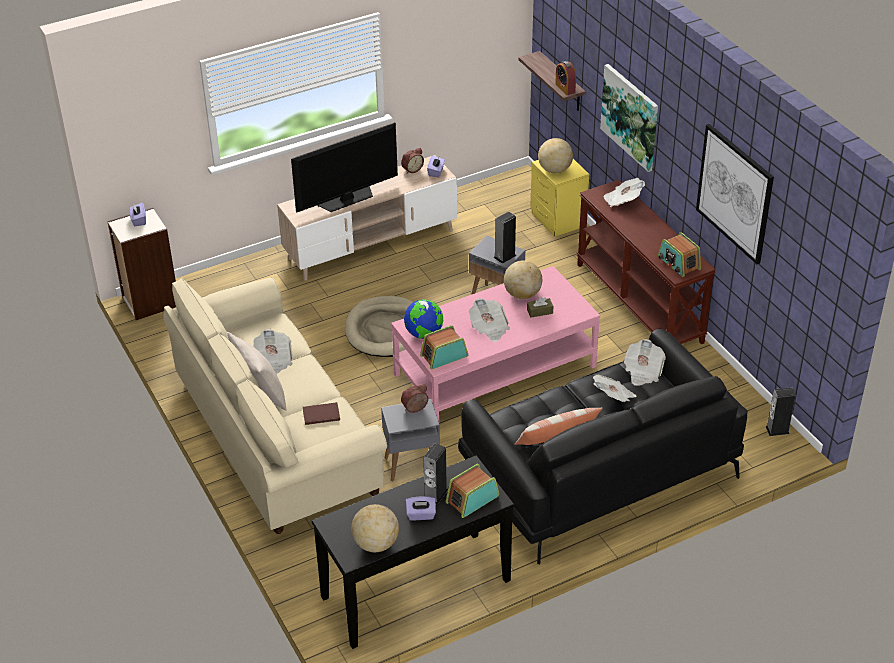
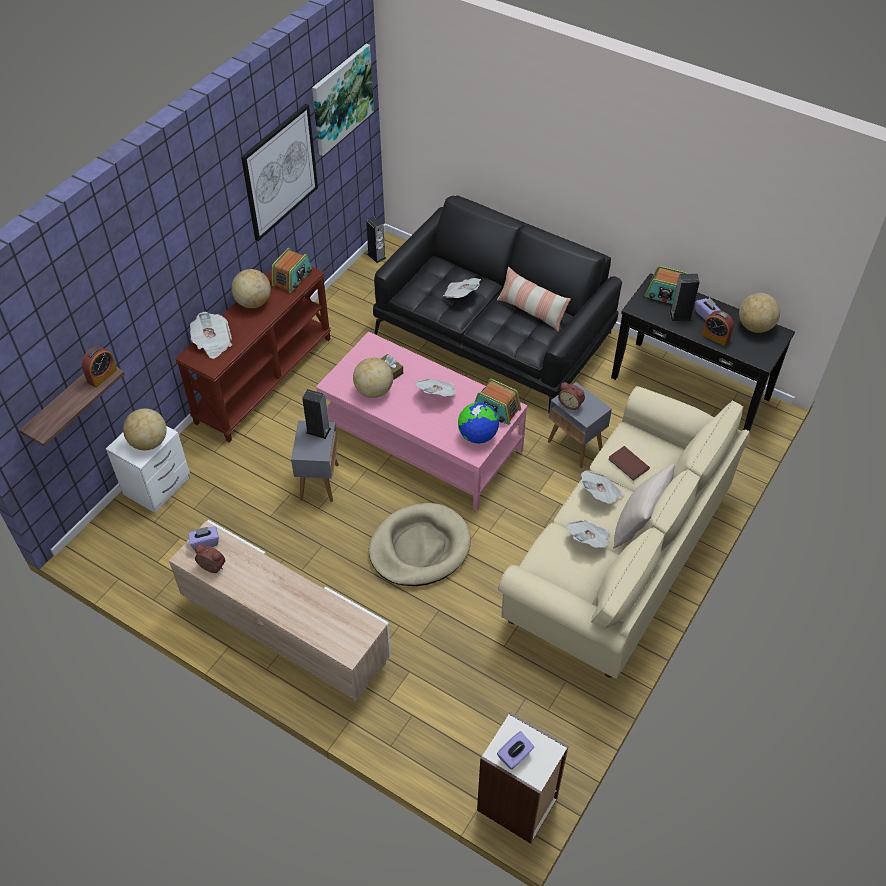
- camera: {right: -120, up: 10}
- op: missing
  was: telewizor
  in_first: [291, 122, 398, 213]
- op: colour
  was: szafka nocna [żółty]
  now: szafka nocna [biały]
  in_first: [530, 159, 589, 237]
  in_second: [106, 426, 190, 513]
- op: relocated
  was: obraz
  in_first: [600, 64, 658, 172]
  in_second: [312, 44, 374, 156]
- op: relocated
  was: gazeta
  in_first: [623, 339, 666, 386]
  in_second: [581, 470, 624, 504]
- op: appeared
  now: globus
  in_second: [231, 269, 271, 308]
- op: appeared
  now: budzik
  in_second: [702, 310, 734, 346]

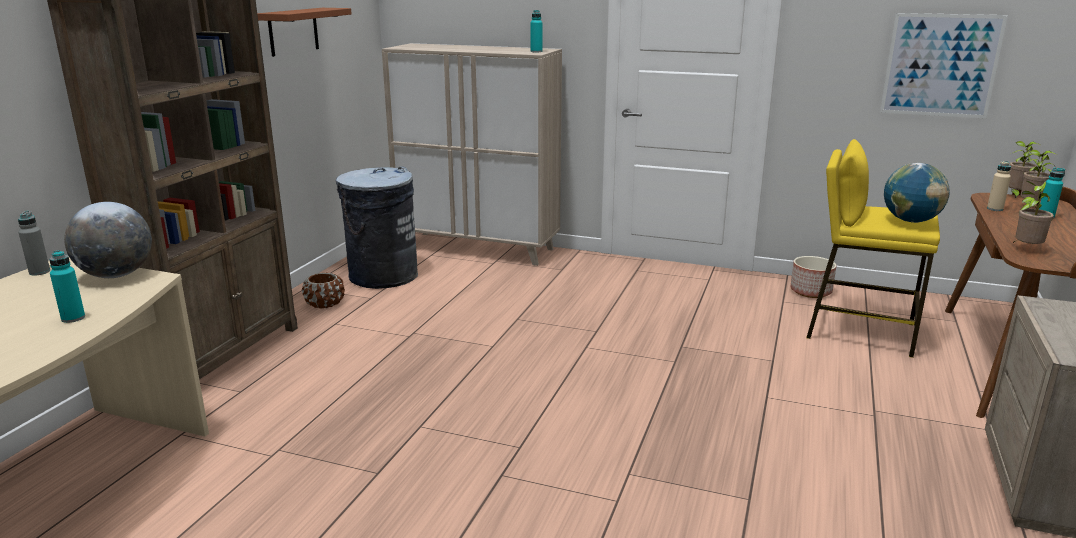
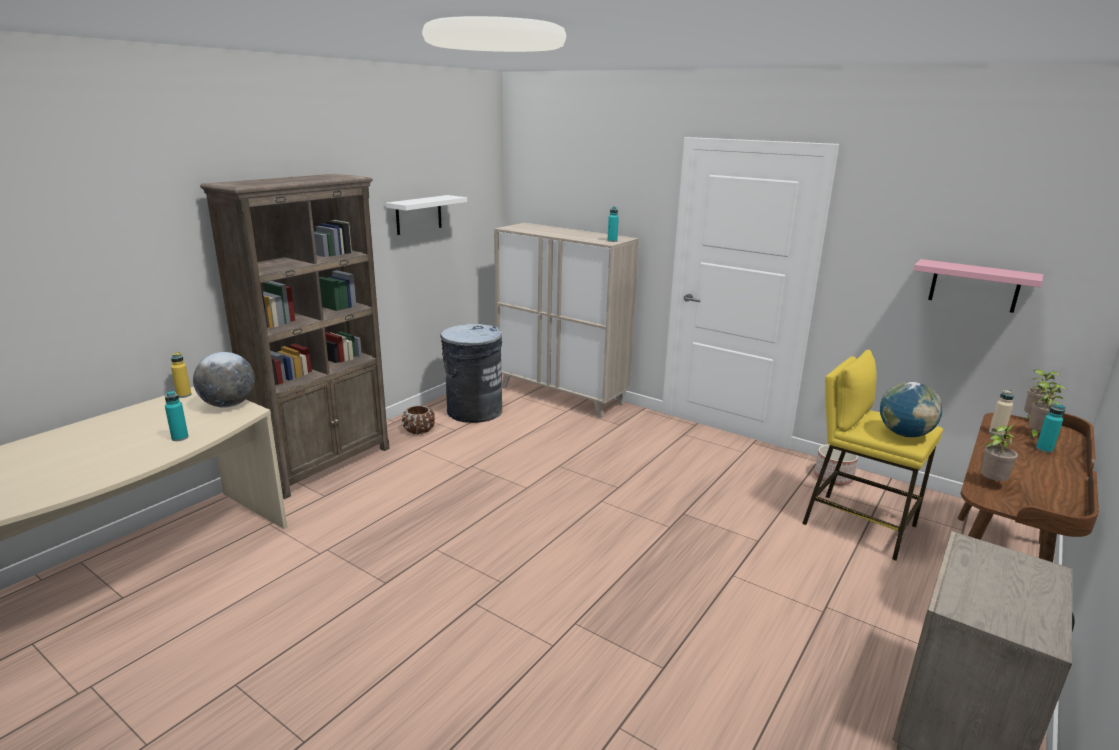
- camera: {right: 15, up: 0}
- op: colour
  was: butelka [szary]
  now: butelka [żółty]
  in_first: [18, 211, 50, 275]
  in_second: [171, 352, 191, 398]
- op: colour
  was: półka [brązowy]
  now: półka [biały]
  in_first: [257, 8, 352, 57]
  in_second: [386, 195, 467, 235]
- op: exchanged
  was: obraz
  now: półka [różowy]
  in_first: [880, 13, 1008, 119]
  in_second: [913, 259, 1044, 313]

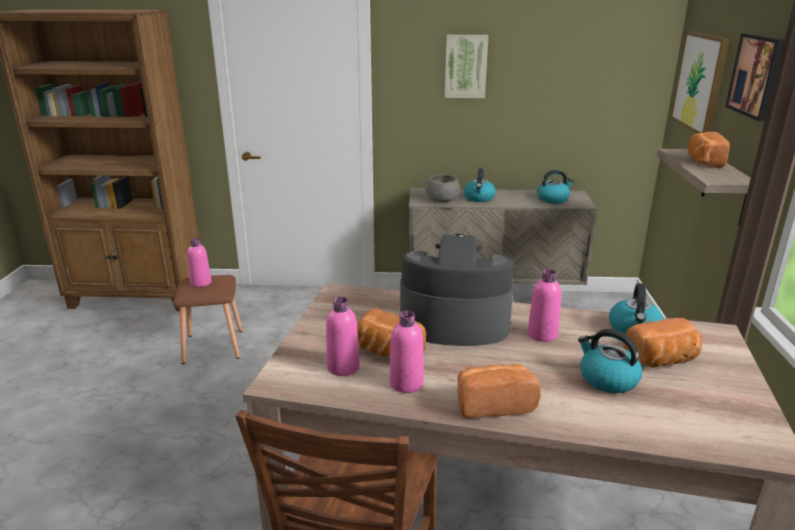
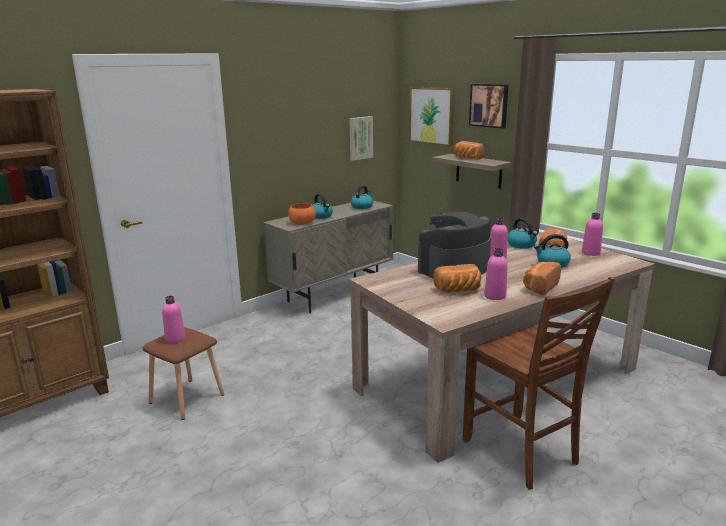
- camera: {right: -45, up: -5}
- op: relocated
  was: butelka [różowy]
  in_first: [326, 297, 360, 376]
  in_second: [582, 213, 603, 256]
- op: colour
  was: miska [szary]
  now: miska [pomarańczowy]
  in_first: [425, 175, 460, 202]
  in_second: [288, 203, 316, 224]
- op: relocated
  was: obraz
  in_first: [445, 35, 488, 98]
  in_second: [349, 116, 373, 161]

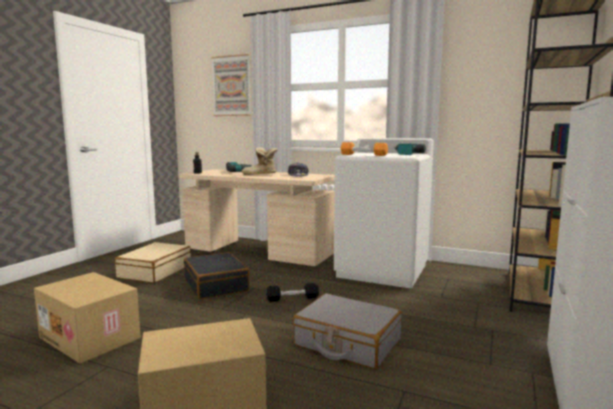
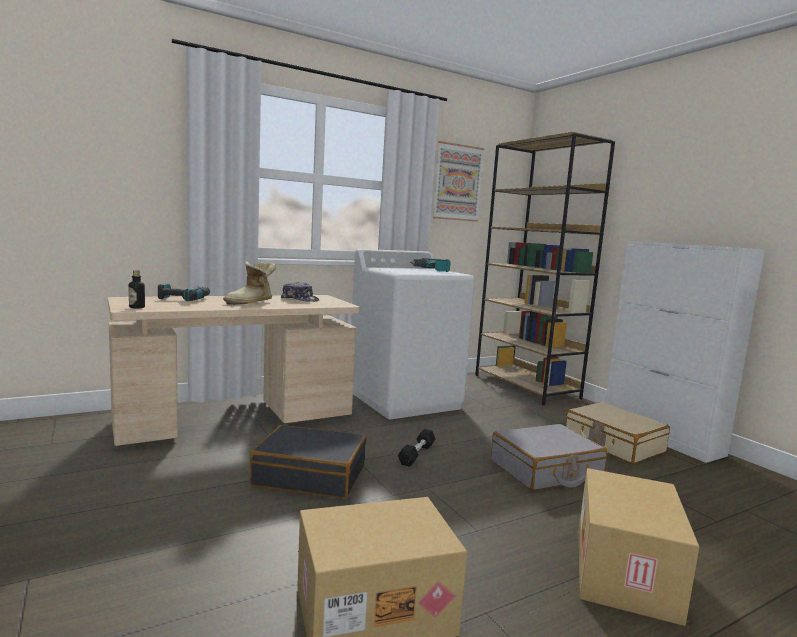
- camera: {right: -55, up: 0}
- op: relocated
  was: walizka [beżowy]
  in_first: [115, 242, 191, 283]
  in_second: [565, 402, 670, 464]
- op: relocated
  was: obraz
  in_first: [211, 54, 251, 116]
  in_second: [433, 141, 485, 222]
- op: missing
  was: hantel [pomarańczowy]
  in_first: [341, 142, 388, 156]

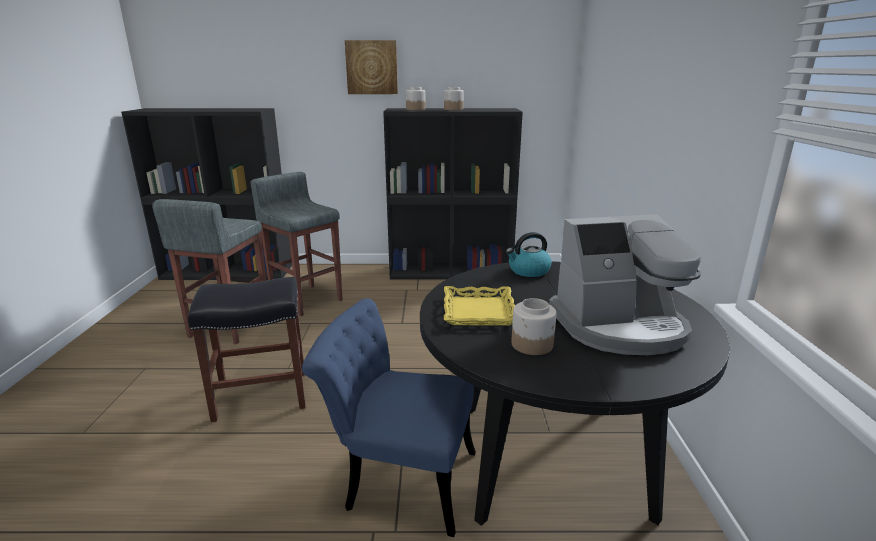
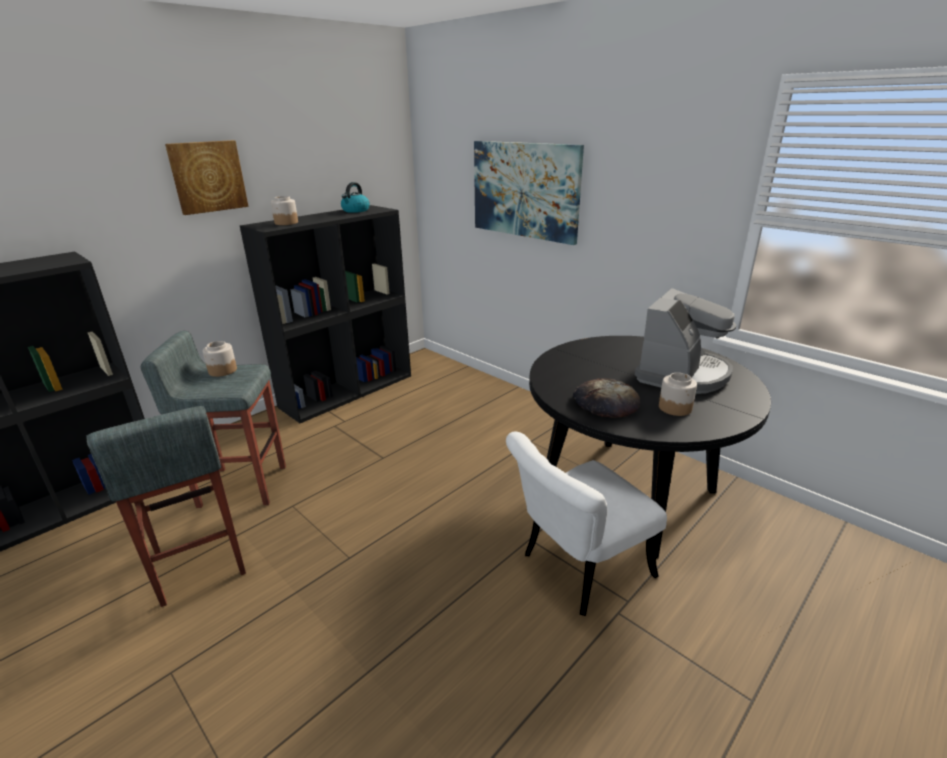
- camera: {right: -45, up: 5}
- op: missing
  was: stołek [czarny]
  in_first: [188, 277, 306, 422]
- op: colour
  was: krzesło [niebieski]
  now: krzesło [biały]
  in_first: [302, 298, 476, 537]
  in_second: [506, 431, 667, 616]
- op: relocated
  was: słoik
  in_first: [444, 87, 464, 110]
  in_second: [203, 341, 237, 377]
- op: exchanged
  was: taca [żółty]
  now: chleb
  in_first: [444, 286, 515, 326]
  in_second: [573, 378, 640, 418]
- op: relocated
  was: czajnik
  in_first: [506, 232, 552, 277]
  in_second: [341, 182, 370, 213]
- op: appeared
  now: obraz
  in_second: [474, 141, 584, 245]

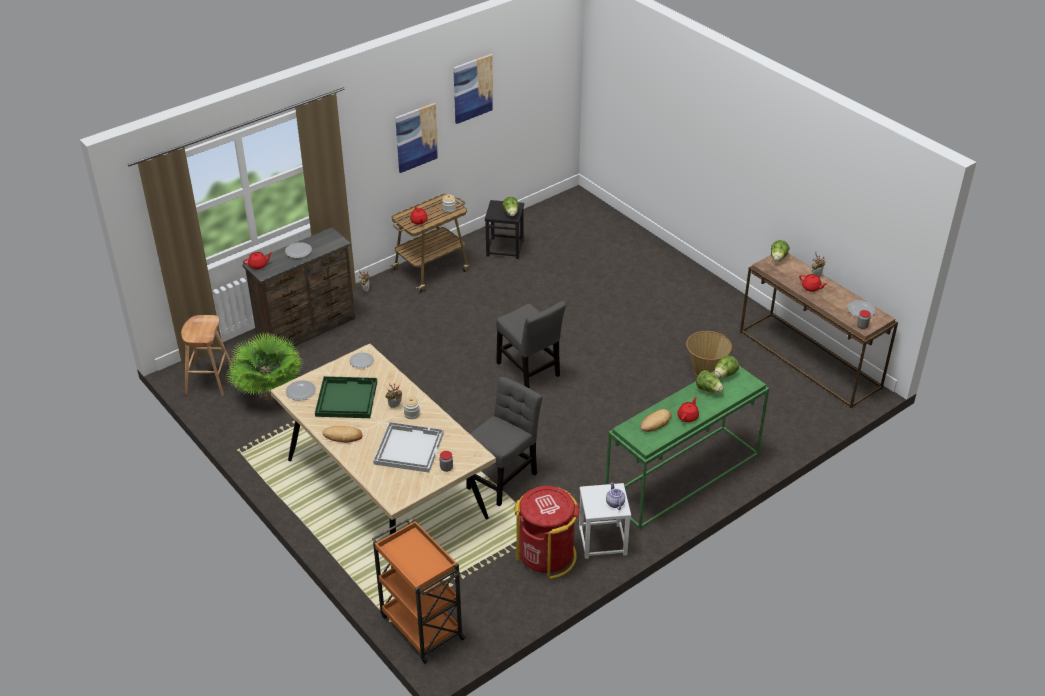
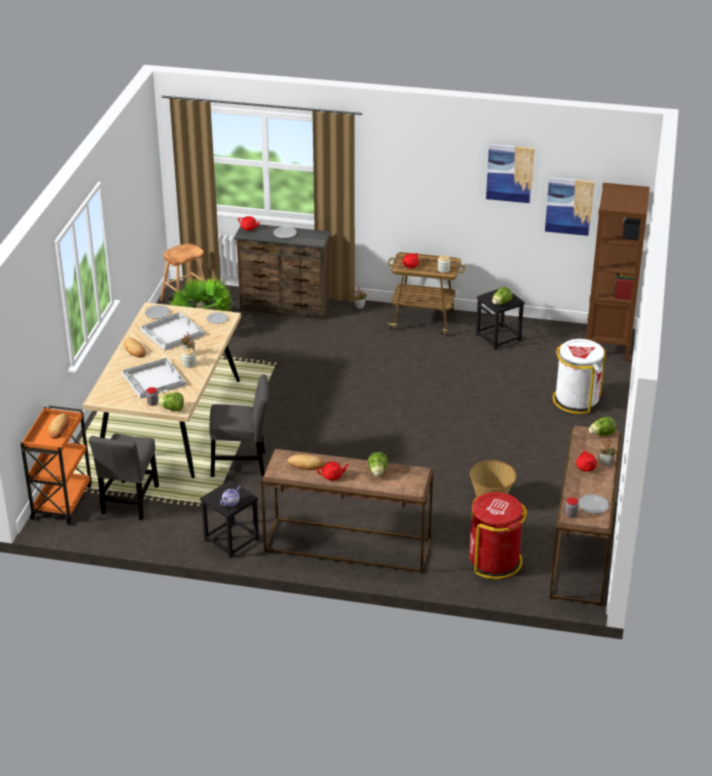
- camera: {right: 50, up: -5}
- op: colour
  was: taca [zielony]
  now: taca [biały]
  in_first: [315, 376, 377, 418]
  in_second: [140, 312, 205, 351]
- op: relocated
  was: obraz
  in_first: [395, 103, 438, 173]
  in_second: [545, 177, 595, 236]
- op: relocated
  was: krzesło [szary]
  in_first: [496, 301, 566, 389]
  in_second: [89, 433, 159, 520]
- op: relocated
  was: kosz na śmieci [czerwony]
  in_first: [514, 486, 580, 579]
  in_second: [469, 492, 527, 579]
- op: colour
  was: stołek [biały]
  now: stołek [czarny]
  in_first: [579, 483, 631, 559]
  in_second: [200, 480, 259, 558]
- op: colour
  was: stolik konsolowy [zielony]
  now: stolik konsolowy [brązowy]
  in_first: [605, 366, 769, 530]
  in_second: [261, 449, 433, 573]
- op: relocated
  was: sałata
  in_first: [714, 356, 739, 378]
  in_second: [158, 392, 184, 411]
- op: appeared
  now: chleb
  in_second: [49, 413, 69, 439]
- op: appeared
  now: kosz na śmieci [biały]
  in_second: [553, 339, 606, 414]
- op: appeared
  now: regał [brązowy]
  in_second: [586, 183, 650, 362]

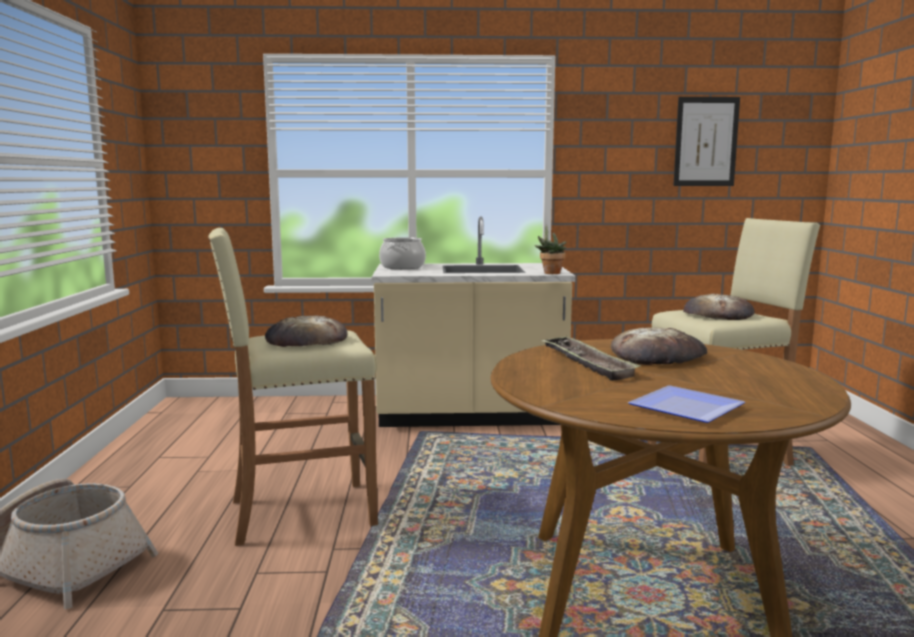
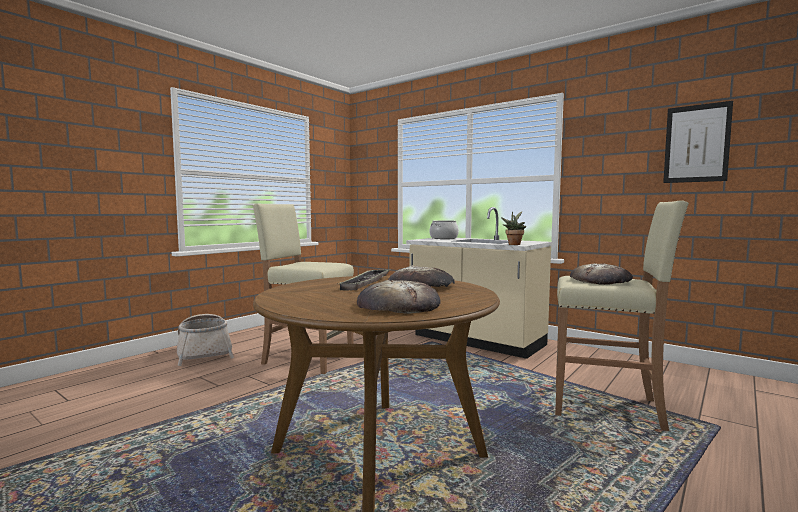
- camera: {right: 40, up: -5}
- op: relocated
  was: chleb
  in_first: [265, 315, 348, 347]
  in_second: [357, 280, 441, 314]
- op: missing
  was: talerz
  in_first: [628, 385, 745, 423]

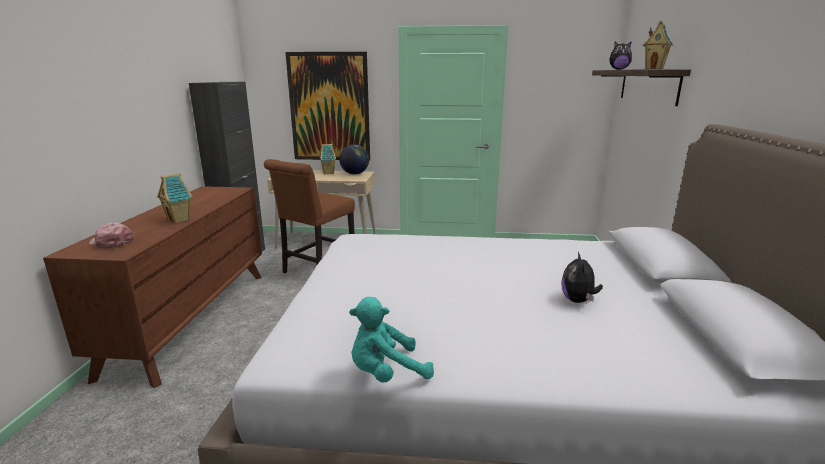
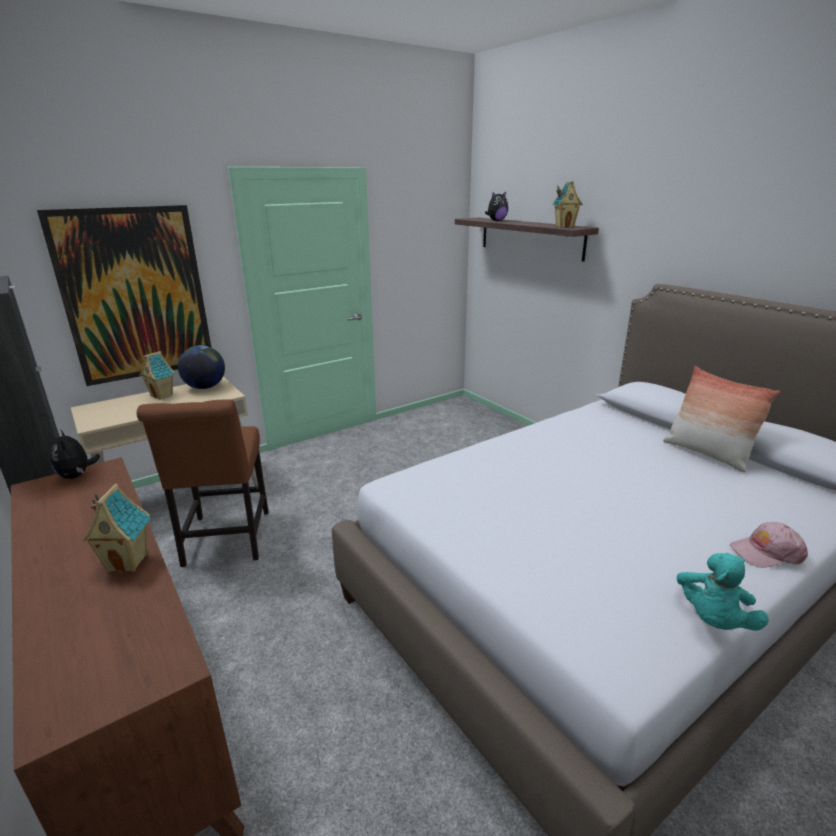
- camera: {right: -40, up: 5}
- op: relocated
  was: czapka z daszkiem [różowy]
  in_first: [89, 223, 134, 249]
  in_second: [730, 522, 808, 568]
- op: relocated
  was: pluszak
  in_first: [561, 252, 603, 303]
  in_second: [50, 429, 100, 479]
- op: appeared
  now: poduszka
  in_second: [663, 366, 781, 473]

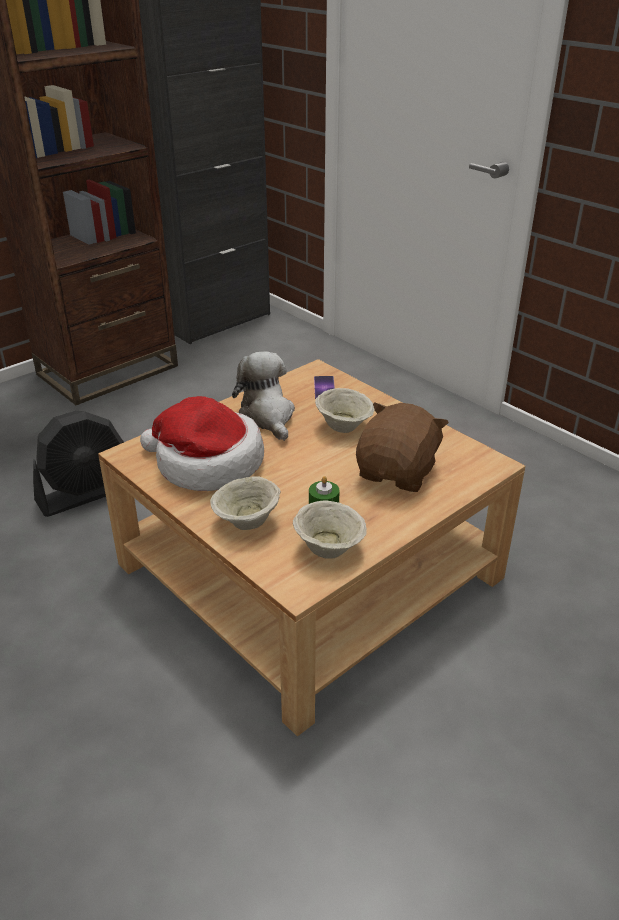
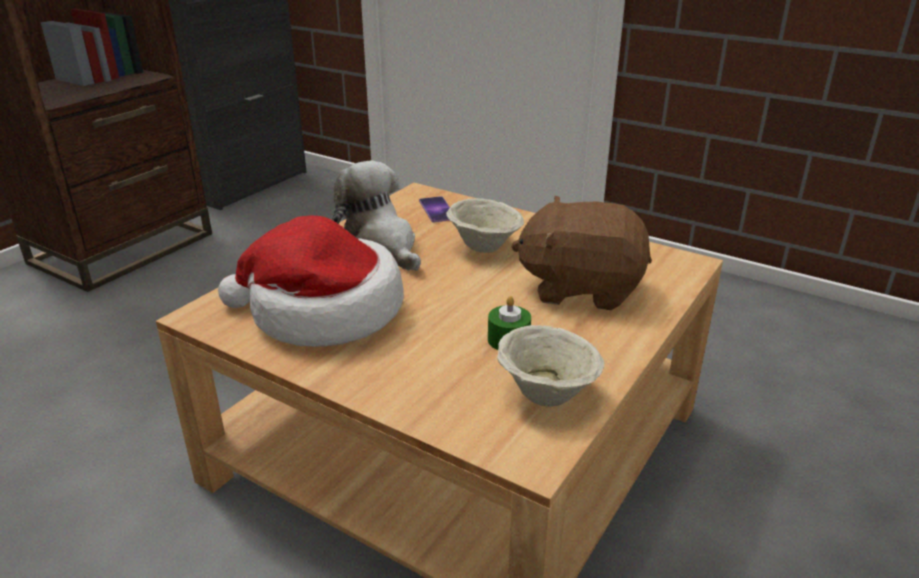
- camera: {right: -15, up: -5}
- op: missing
  was: wentylator [czarny]
  in_first: [33, 411, 124, 517]
- op: missing
  was: miska [beżowy]
  in_first: [210, 476, 281, 530]
- op: spun
  was: pluszak [brązowy]
  in_first: [356, 402, 449, 492]
  in_second: [511, 196, 652, 310]
  clockwise: -90

